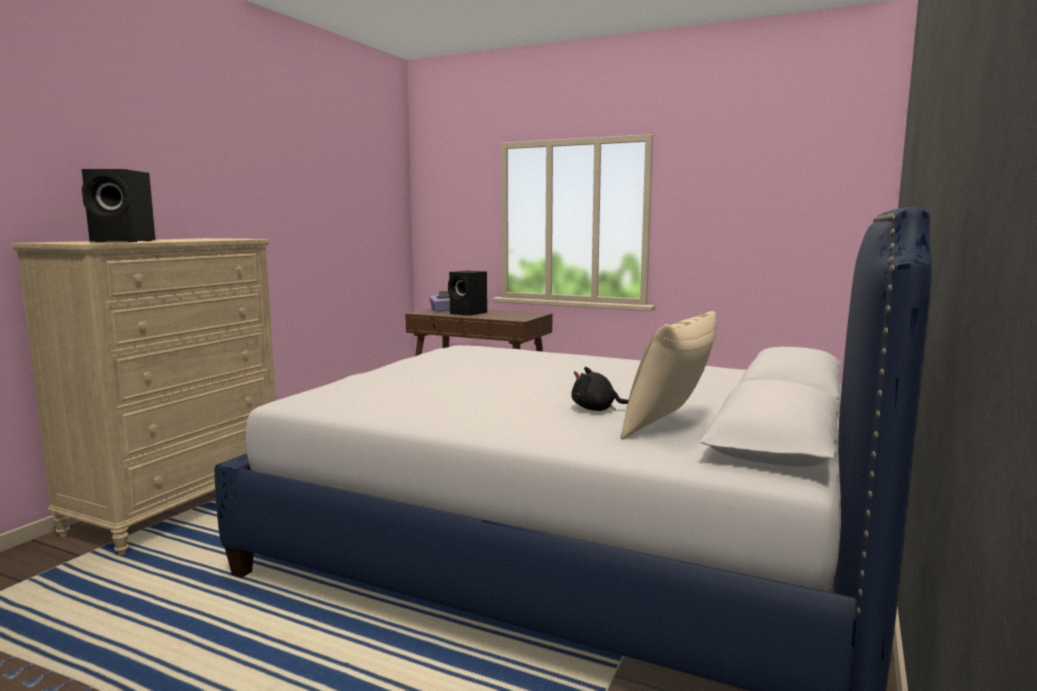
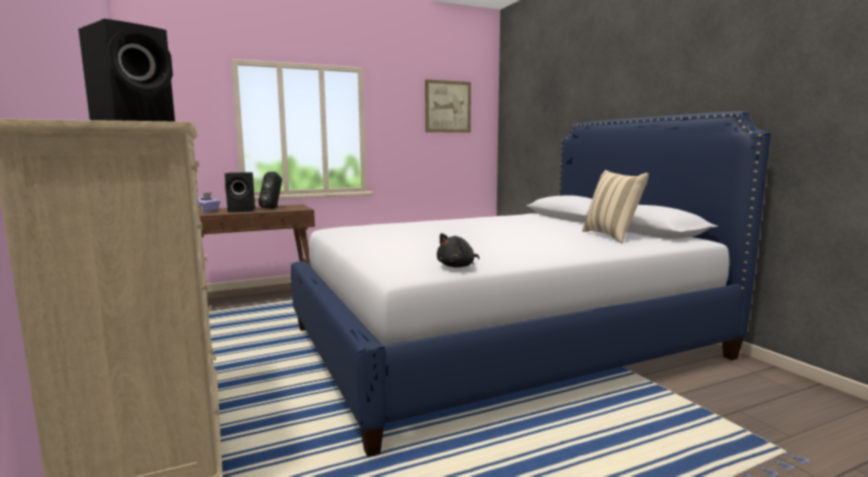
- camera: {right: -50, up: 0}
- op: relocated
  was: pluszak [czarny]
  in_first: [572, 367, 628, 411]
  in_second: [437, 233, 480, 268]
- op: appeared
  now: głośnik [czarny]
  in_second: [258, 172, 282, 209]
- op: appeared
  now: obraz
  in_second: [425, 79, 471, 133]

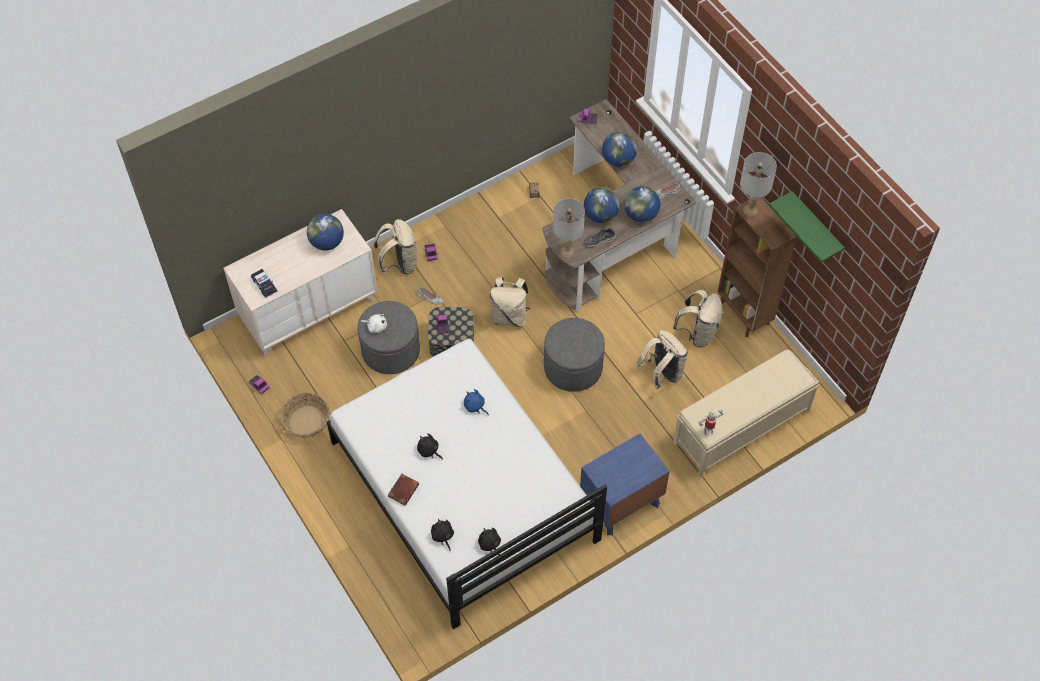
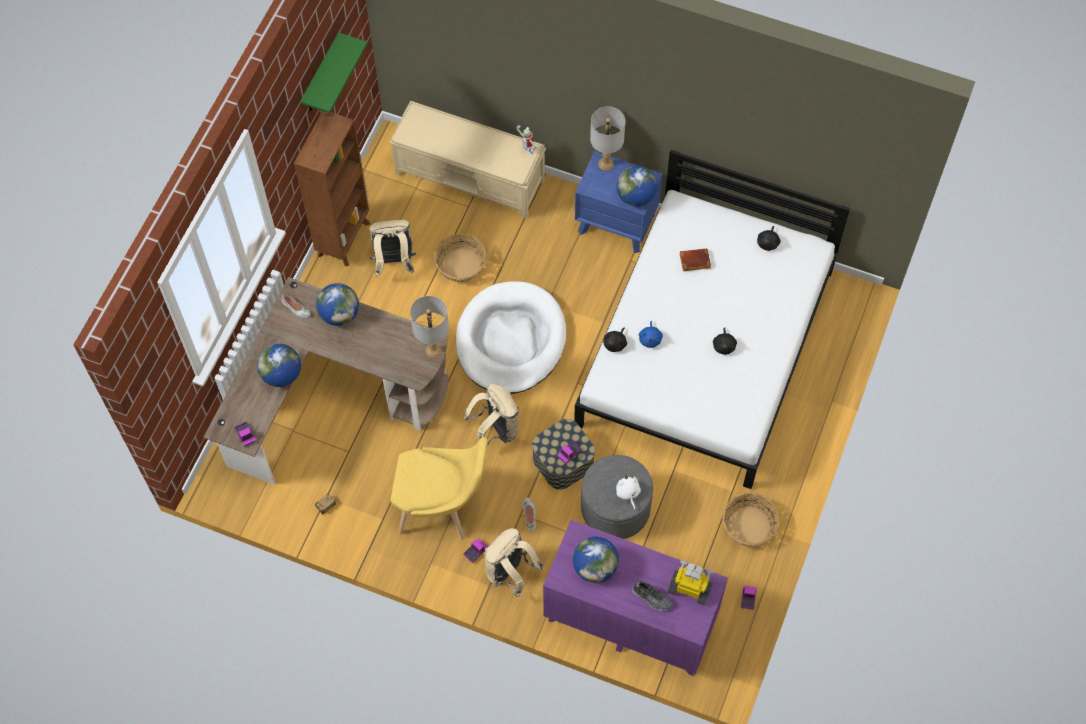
- camera: {right: -125, up: 5}
- op: colour
  was: komoda [beżowy]
  now: komoda [fioletowy]
  in_first: [223, 209, 377, 357]
  in_second: [543, 520, 728, 676]
- op: exchanged
  was: samochodzik
  now: robot zabawkowy
  in_first: [251, 269, 277, 298]
  in_second: [668, 560, 714, 606]
- op: relocated
  was: książka [brązowy]
  in_first: [388, 473, 419, 506]
  in_second: [680, 249, 711, 271]
- op: relocated
  was: pluszak [czarny]
  in_first: [431, 519, 454, 550]
  in_second: [603, 327, 627, 352]
- op: exchanged
  was: pufa [szary]
  now: legowisko [biały]
  in_first: [544, 318, 605, 392]
  in_second: [456, 281, 566, 394]
- op: relocated
  was: globus
  in_first: [584, 187, 620, 223]
  in_second: [617, 166, 657, 206]
- op: relocated
  was: but
  in_first: [584, 228, 616, 247]
  in_second: [632, 581, 672, 611]
- op: exchanged
  was: plecak [beżowy]
  now: koszyk
  in_first: [636, 330, 688, 389]
  in_second: [434, 234, 487, 283]
- op: relocated
  was: lampa stołowa [szary]
  in_first: [740, 152, 777, 216]
  in_second: [590, 106, 625, 171]
- op: appeared
  now: krzesło [żółty]
  in_second: [391, 437, 487, 539]

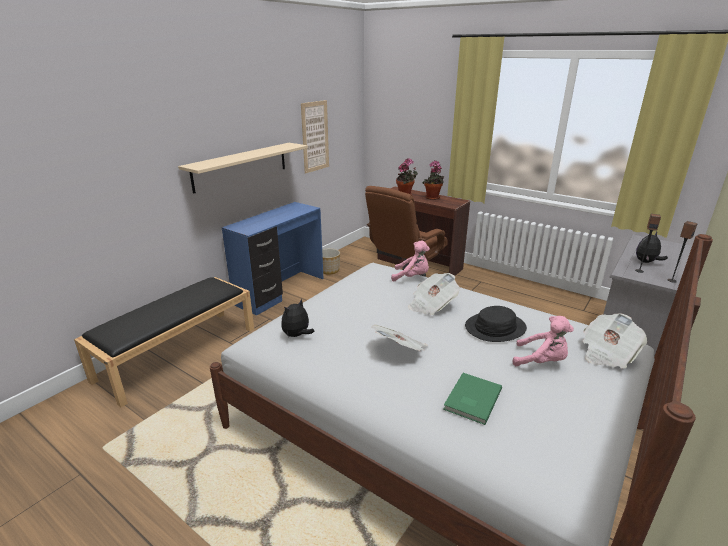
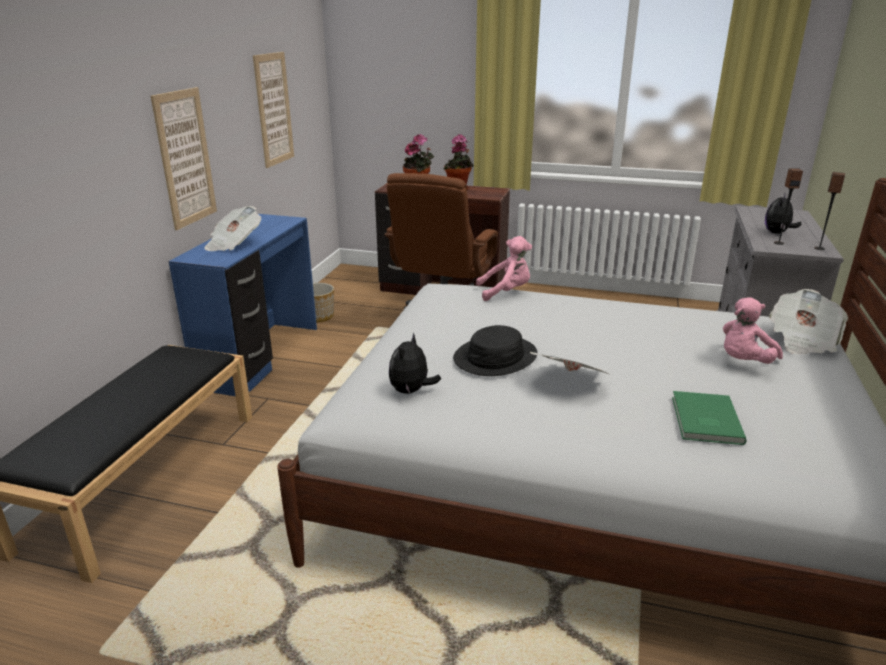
- camera: {right: -20, up: 0}
- op: exchanged
  was: półka [beżowy]
  now: obraz
  in_first: [178, 143, 308, 194]
  in_second: [151, 87, 217, 230]
- op: relocated
  was: gazeta
  in_first: [408, 273, 460, 315]
  in_second: [204, 206, 261, 251]
- op: relocated
  was: kapelusz [czarny]
  in_first: [465, 306, 527, 342]
  in_second: [453, 325, 538, 376]
- op: spun
  was: pluszak [różowy]
  in_first: [513, 316, 574, 366]
  in_second: [723, 297, 783, 364]
  clockwise: 135

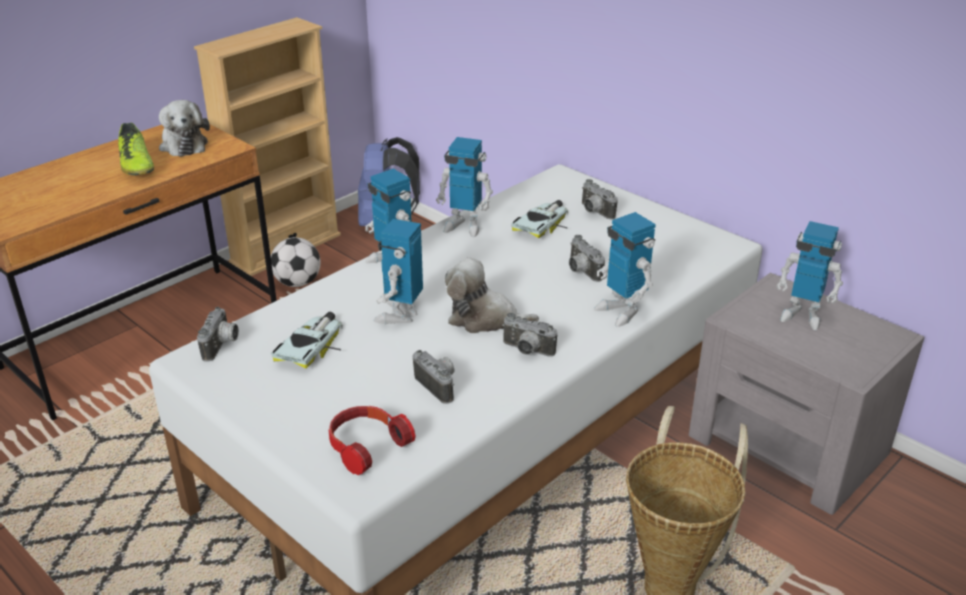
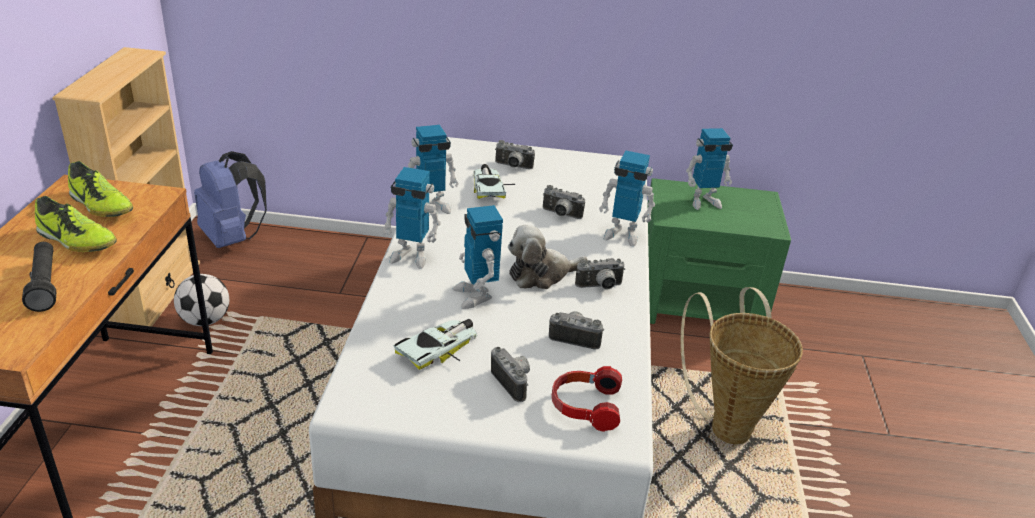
- camera: {right: -40, up: 0}
- op: exchanged
  was: pluszak
  now: but
  in_first: [159, 100, 210, 157]
  in_second: [68, 161, 133, 217]
- op: relocated
  was: aparat fotograficzny
  in_first: [197, 307, 239, 362]
  in_second: [491, 347, 530, 402]
- op: spun
  was: samochodzik
  in_first: [271, 312, 343, 368]
  in_second: [393, 319, 477, 370]
  clockwise: 60
- op: colour
  was: szafka nocna [szary]
  now: szafka nocna [zielony]
  in_first: [689, 273, 925, 515]
  in_second: [647, 178, 791, 324]
- op: appeared
  now: latarka [czarny]
  in_second: [22, 242, 56, 312]

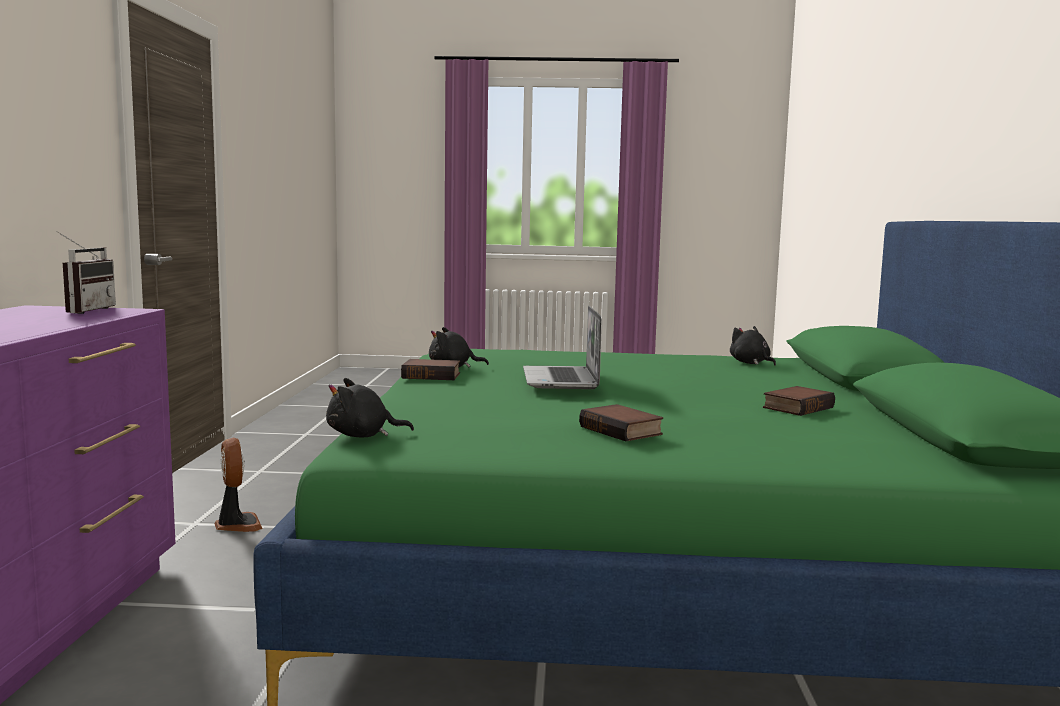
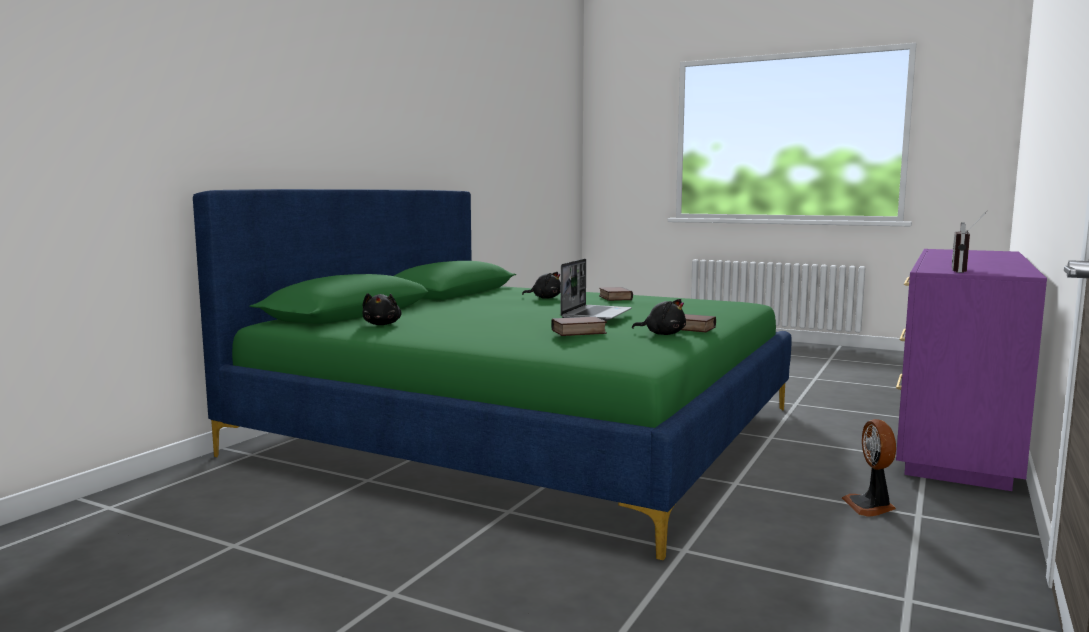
- camera: {right: -155, up: 0}
- op: relocated
  was: pluszak [czarny]
  in_first: [326, 378, 414, 437]
  in_second: [522, 272, 561, 298]
- op: relocated
  was: książka
  in_first: [763, 386, 835, 416]
  in_second: [551, 316, 607, 336]

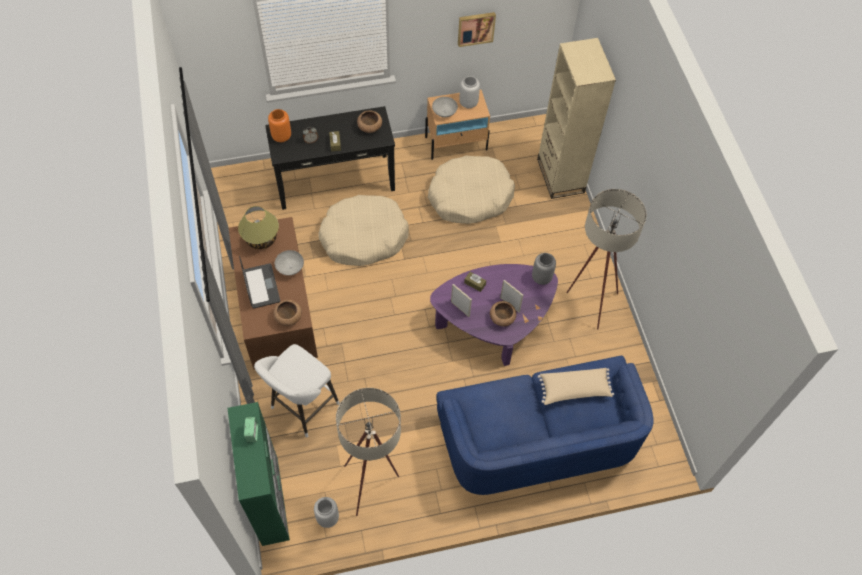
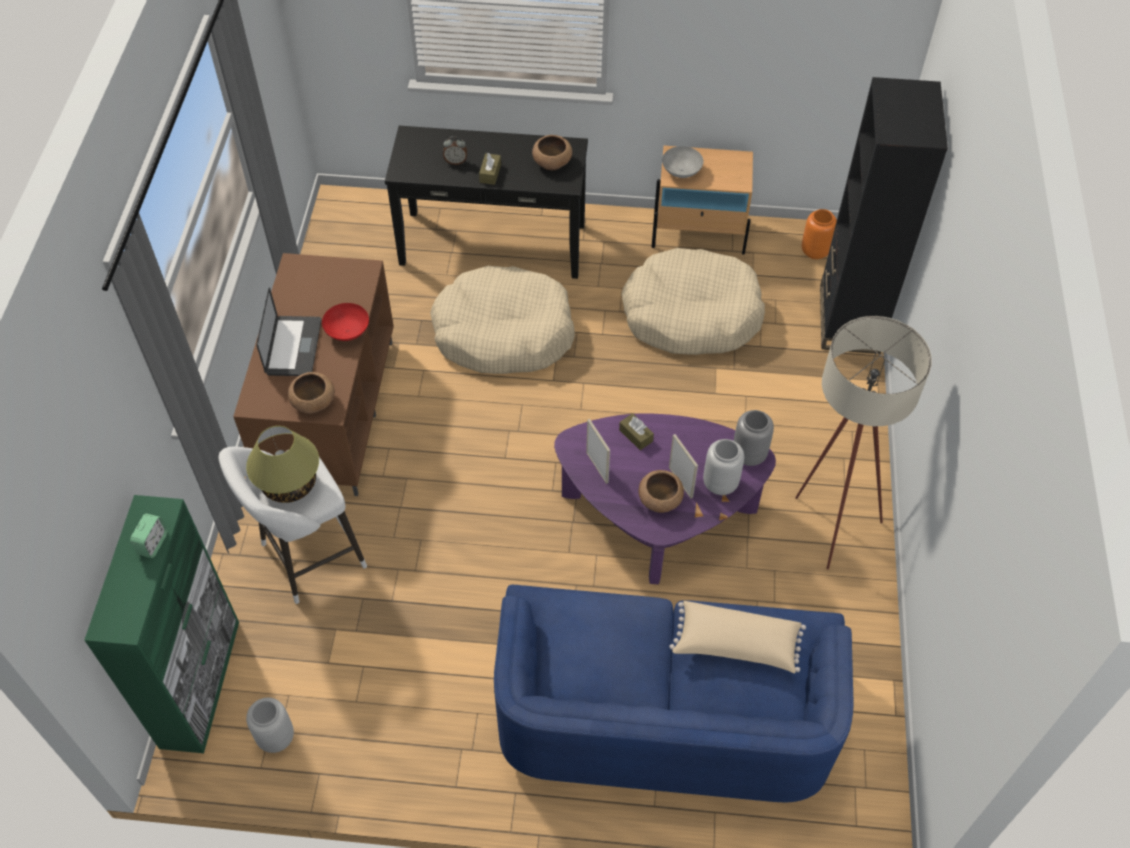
- camera: {right: 20, up: -5}
- op: relocated
  was: lampa stołowa
  in_first: [238, 206, 279, 249]
  in_second: [246, 426, 319, 503]
- op: relocated
  was: wazon [pomarańczowy]
  in_first: [268, 109, 291, 142]
  in_second: [802, 209, 837, 259]
- op: colour
  was: miska [szary]
  now: miska [czerwony]
  in_first: [275, 250, 304, 276]
  in_second: [322, 303, 369, 341]
- op: missing
  was: lampa stojąca [beżowy]
  in_first: [336, 388, 401, 516]
- op: missing
  was: obraz
  in_first: [458, 12, 496, 47]
- op: relocated
  was: wazon [szary]
  in_first: [459, 76, 480, 108]
  in_second: [703, 439, 744, 495]
- op: colour
  was: regał [beżowy]
  now: regał [czarny]
  in_first: [537, 38, 616, 199]
  in_second: [820, 77, 948, 354]

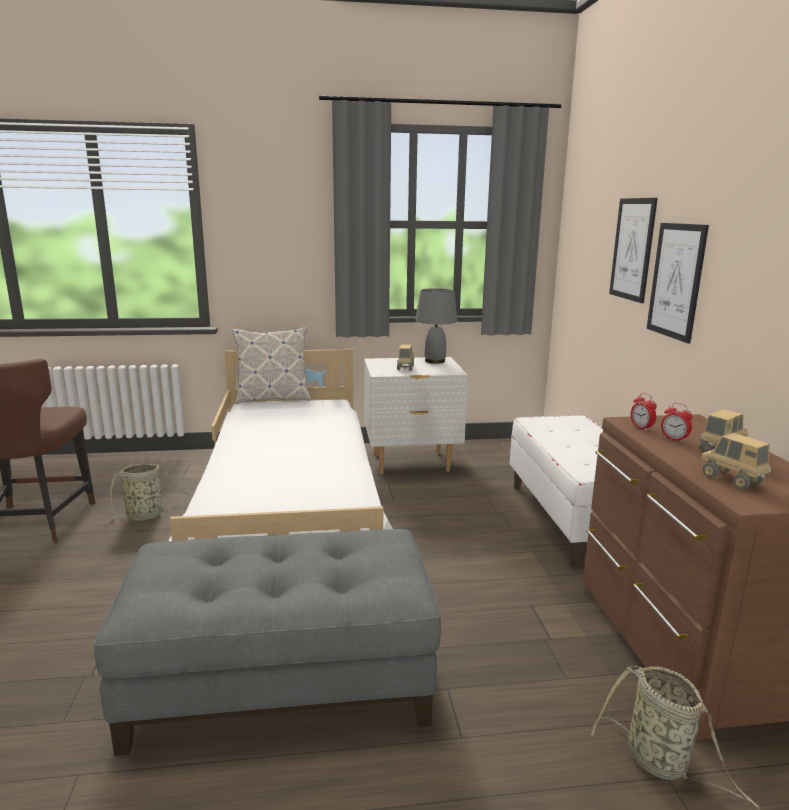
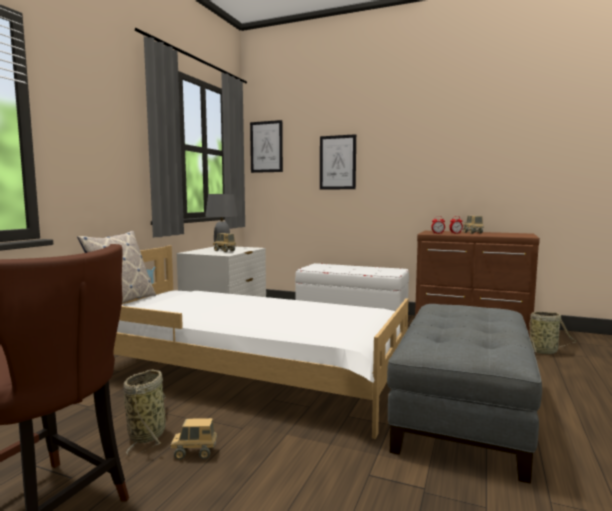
- camera: {right: -60, up: -10}
- op: relocated
  was: obraz
  in_first: [647, 223, 709, 343]
  in_second: [250, 120, 283, 173]
- op: relocated
  was: ciężarówka zabawkowa
  in_first: [701, 433, 771, 489]
  in_second: [171, 418, 217, 460]

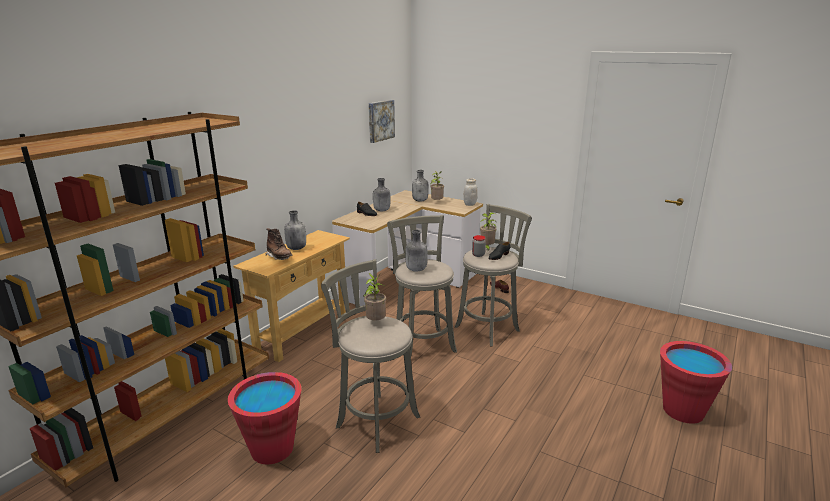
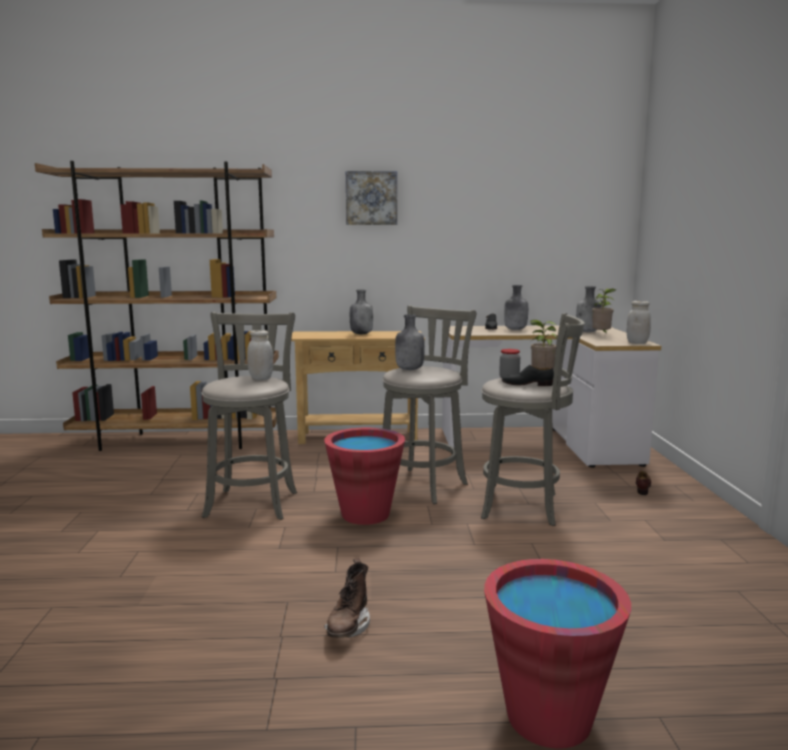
- camera: {right: 55, up: -10}
- op: relocated
  was: wiadro [czerwony]
  in_first: [228, 372, 301, 464]
  in_second: [324, 428, 405, 525]
- op: relocated
  was: but z cholewką [brązowy]
  in_first: [265, 228, 292, 260]
  in_second: [324, 558, 370, 638]
- op: exchanged
  was: roślina doniczkowa
  now: słoik [biały]
  in_first: [363, 273, 386, 321]
  in_second: [247, 330, 273, 380]
- op: relocated
  was: obraz
  in_first: [369, 100, 395, 143]
  in_second: [346, 171, 397, 225]

